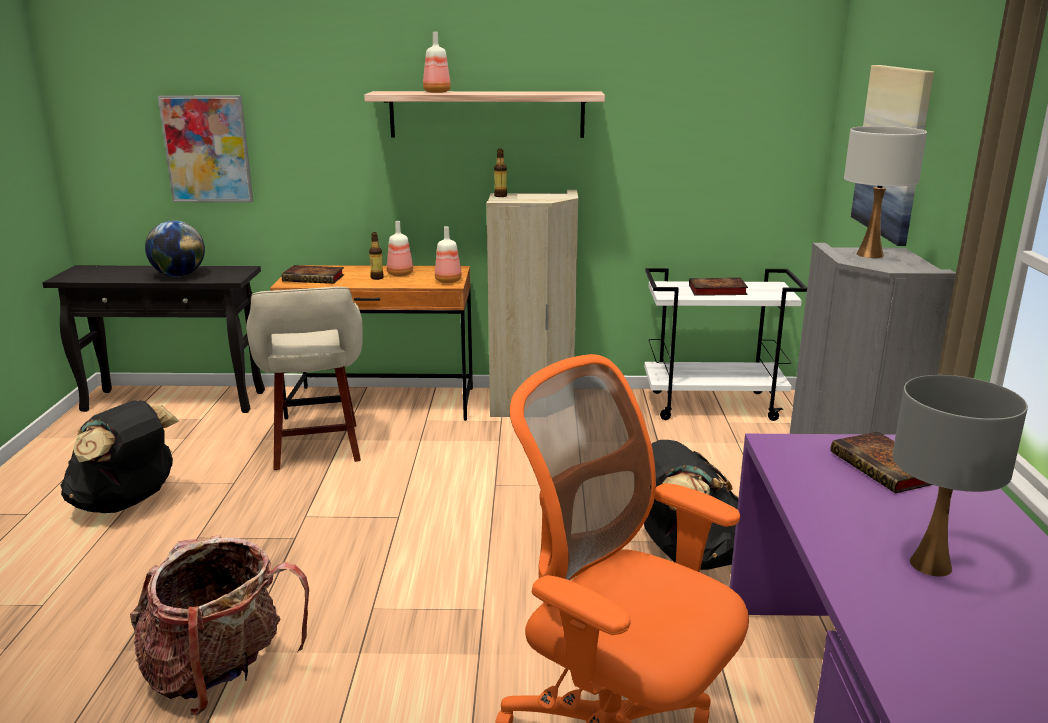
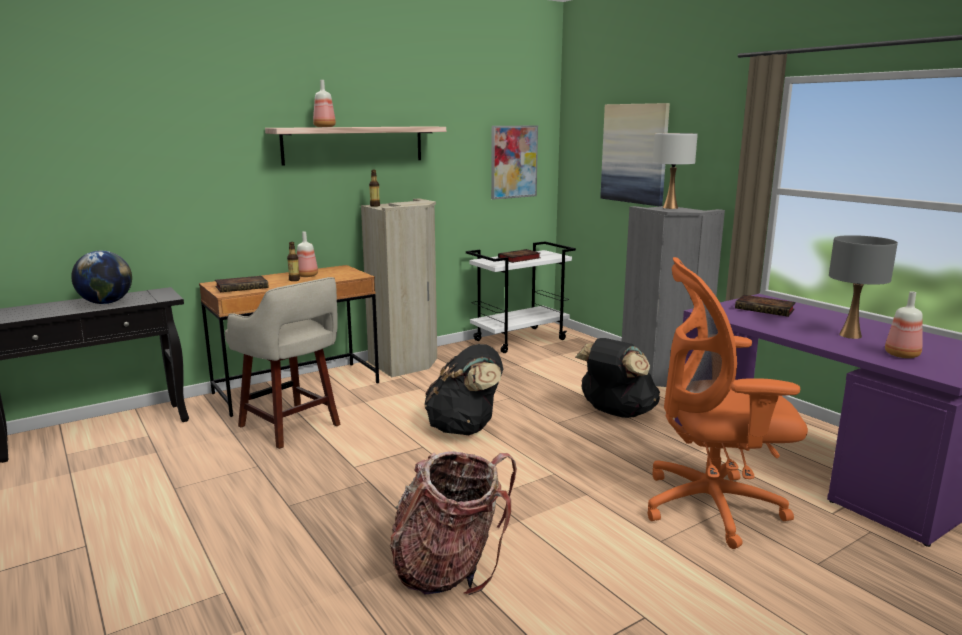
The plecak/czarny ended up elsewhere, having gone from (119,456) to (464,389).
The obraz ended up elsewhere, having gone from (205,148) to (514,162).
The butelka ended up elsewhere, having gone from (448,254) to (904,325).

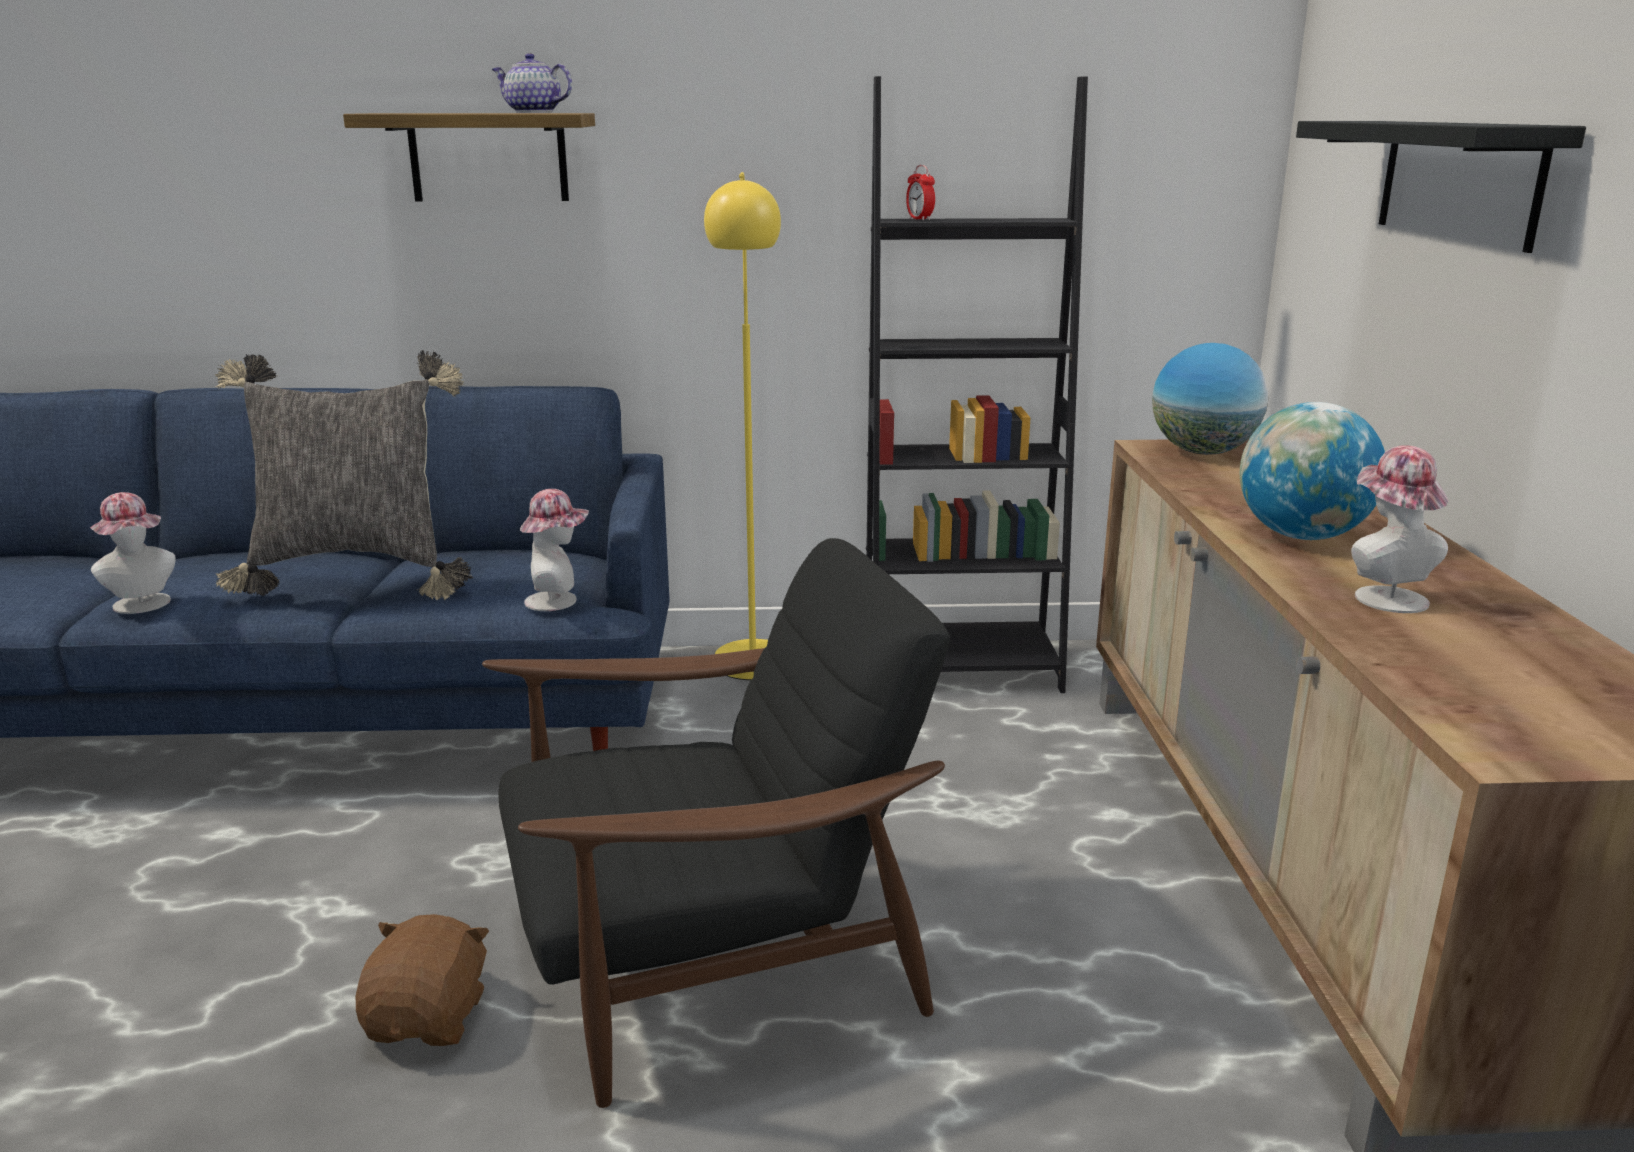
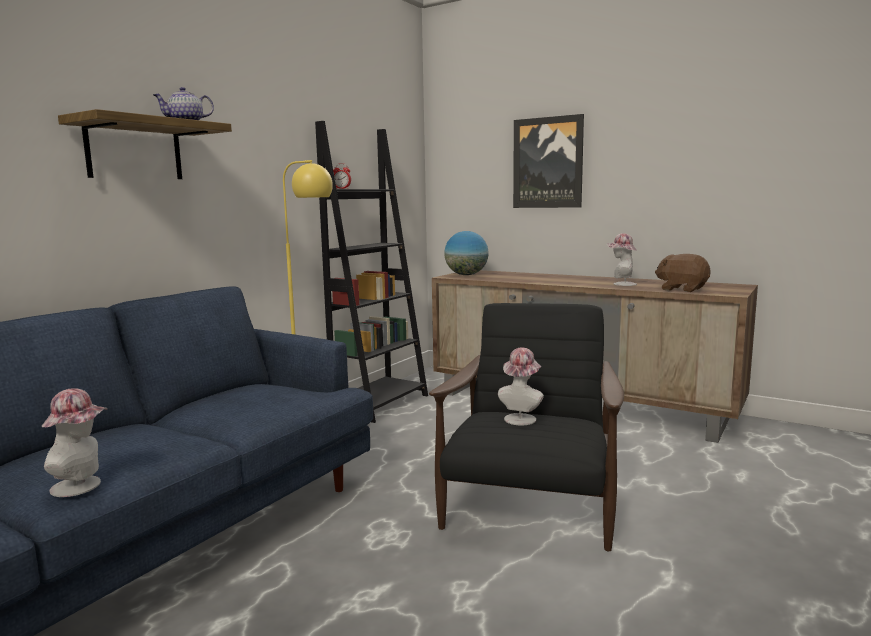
The kapelusz ended up elsewhere, having gone from (554,550) to (521,386).
Where the półka/czarny hung at (1441,187), the obraz came to hang at (548,161).
The pluszak/brązowy ended up elsewhere, having gone from (422,980) to (683,273).
The second view lost the poduszka at (343,475).
The second view lost the globus at (1312,471).

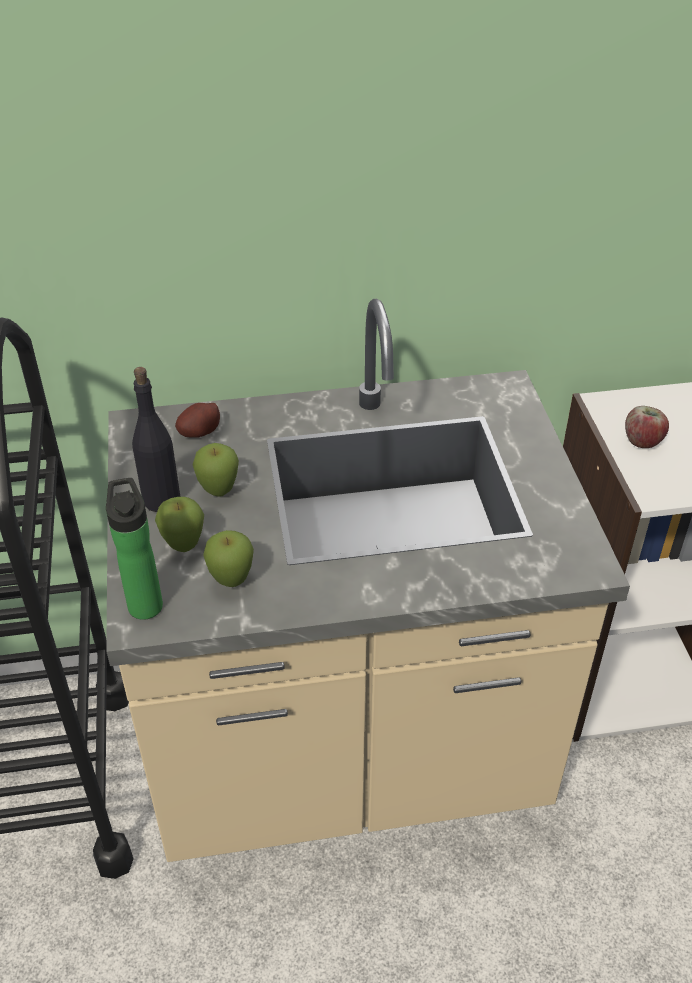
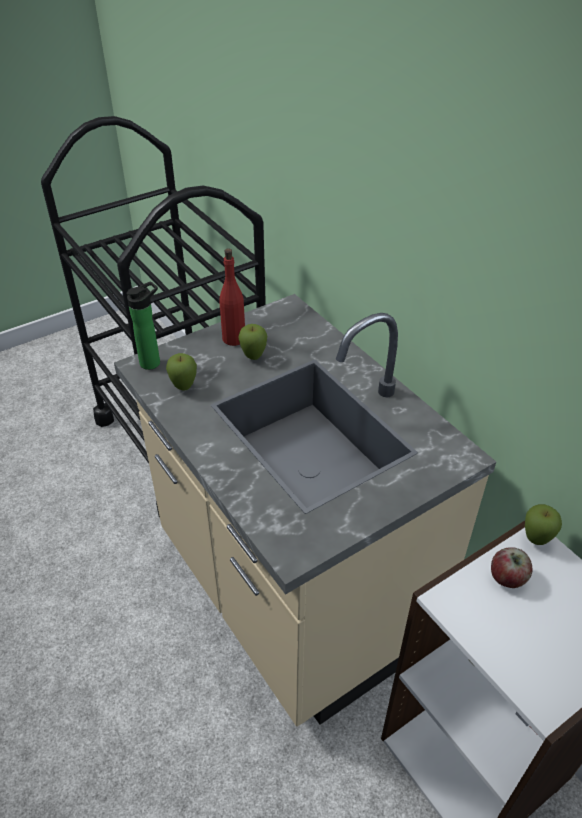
What was the butelka/czarny at (156,439) turned into the butelka/czerwony at (232,297).
The jabłko ended up elsewhere, having gone from (179,524) to (543,524).
The second view lost the ziemniak at (197,420).

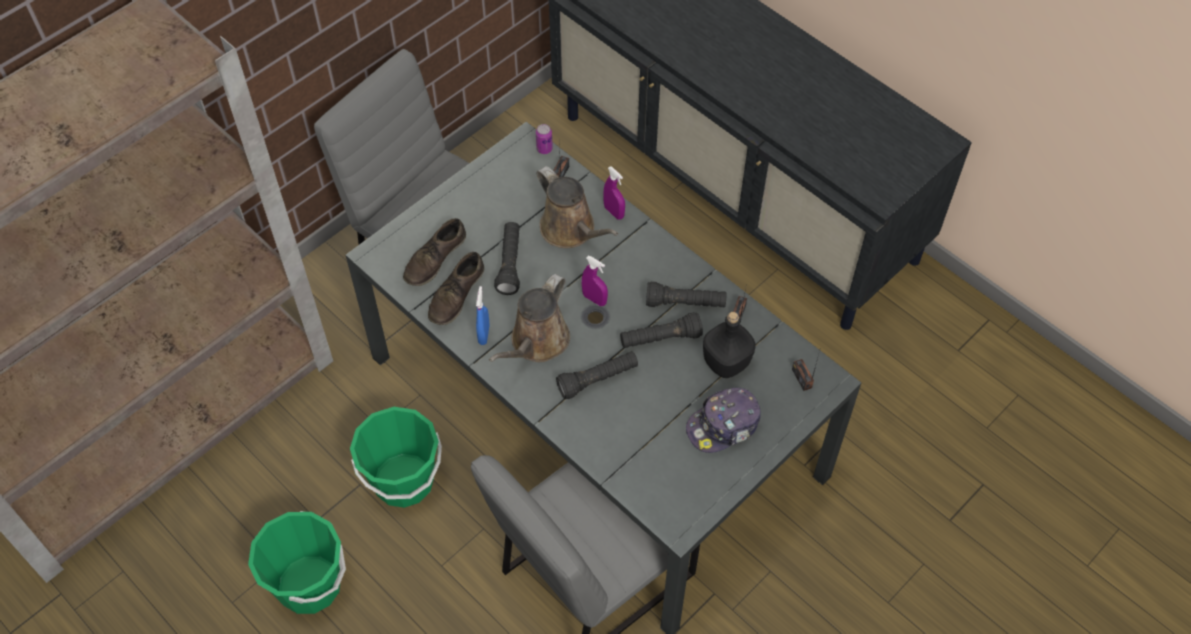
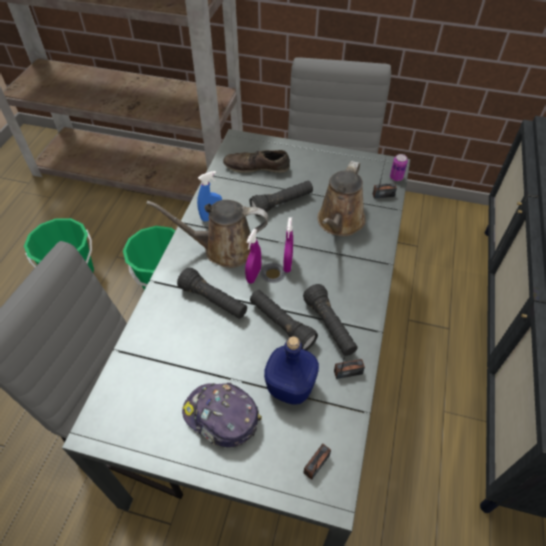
The spryskiwacz/fioletowy ended up elsewhere, having gone from (614,193) to (253,256).
What was the butelka/czarny at (729,345) turned into the butelka/niebieski at (291,370).
The second view lost the but/brązowy at (456,288).

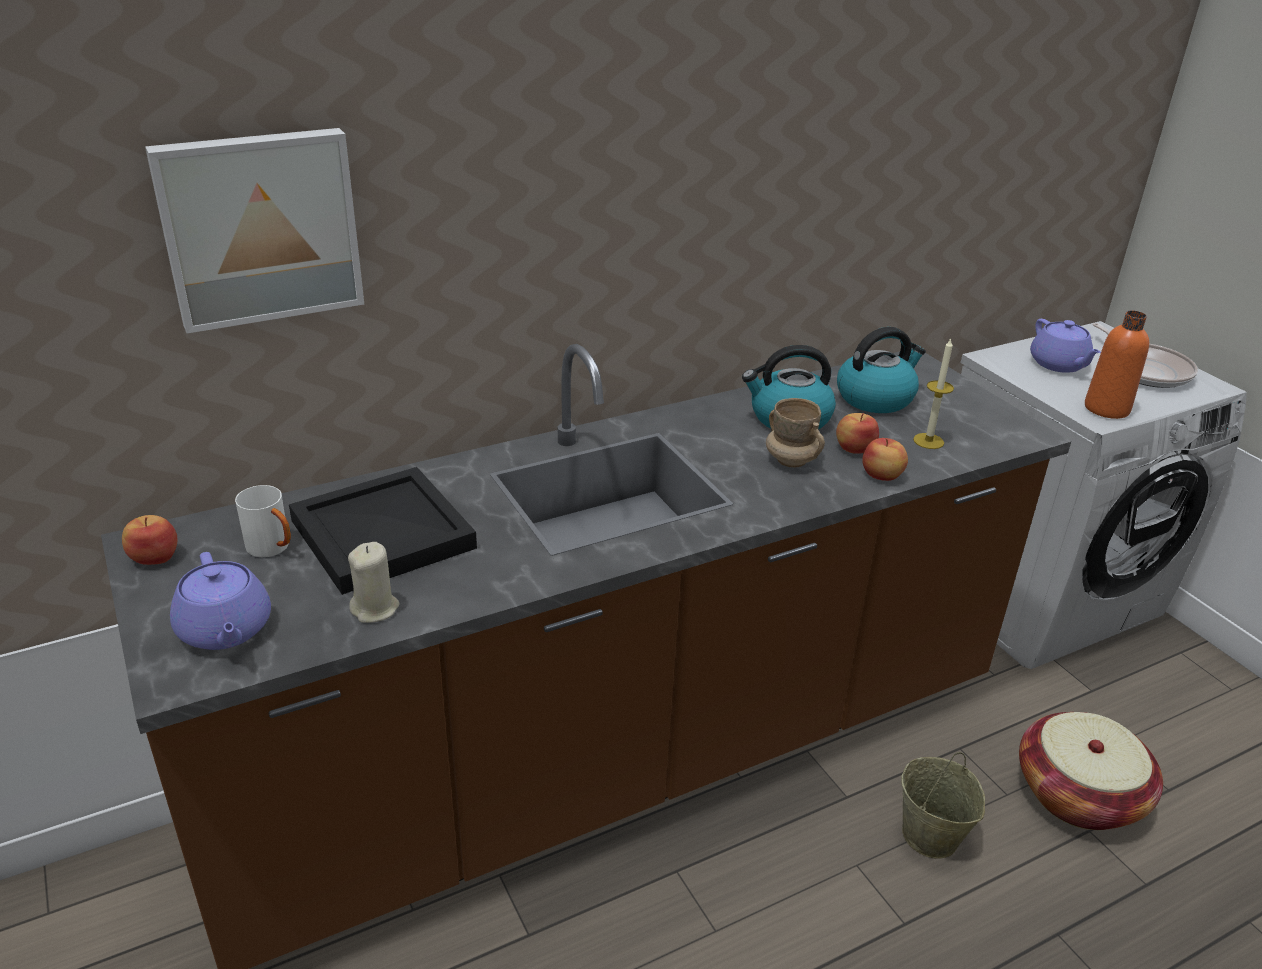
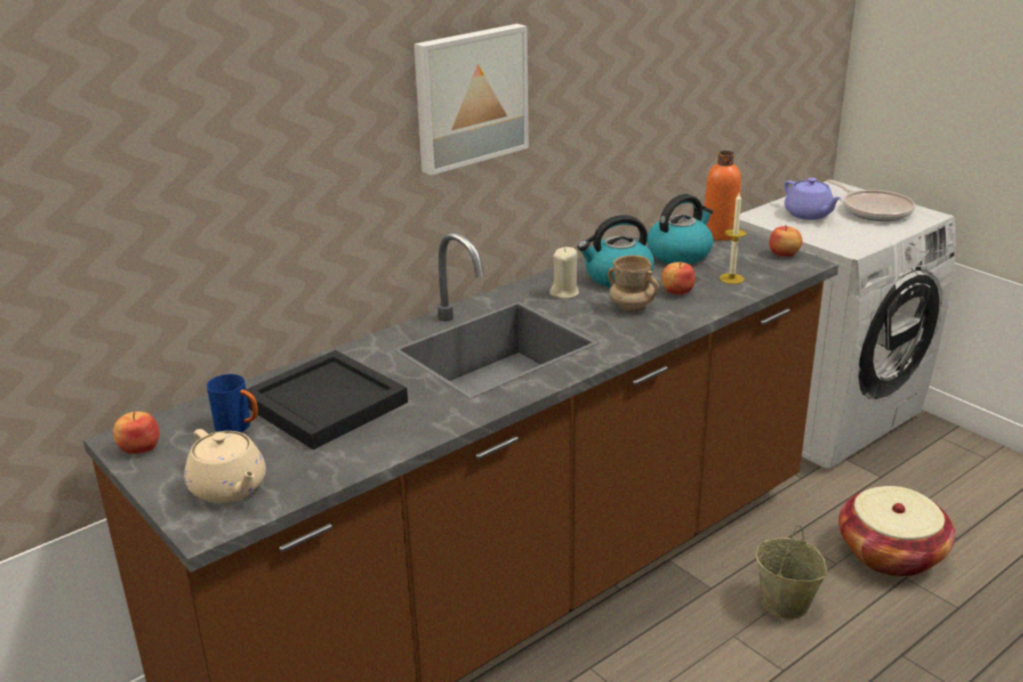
What was the imbryk/fioletowy at (220,601) turned into the imbryk/beżowy at (225,466).
What was the kubek/biały at (263,521) turned into the kubek/niebieski at (232,403).
The obraz ended up elsewhere, having gone from (254,231) to (471,99).
The świeca/beżowy ended up elsewhere, having gone from (374,582) to (564,273).
The butelka/pomarańczowy ended up elsewhere, having gone from (1117,364) to (722,196).
The jabłko ended up elsewhere, having gone from (885,459) to (785,241).

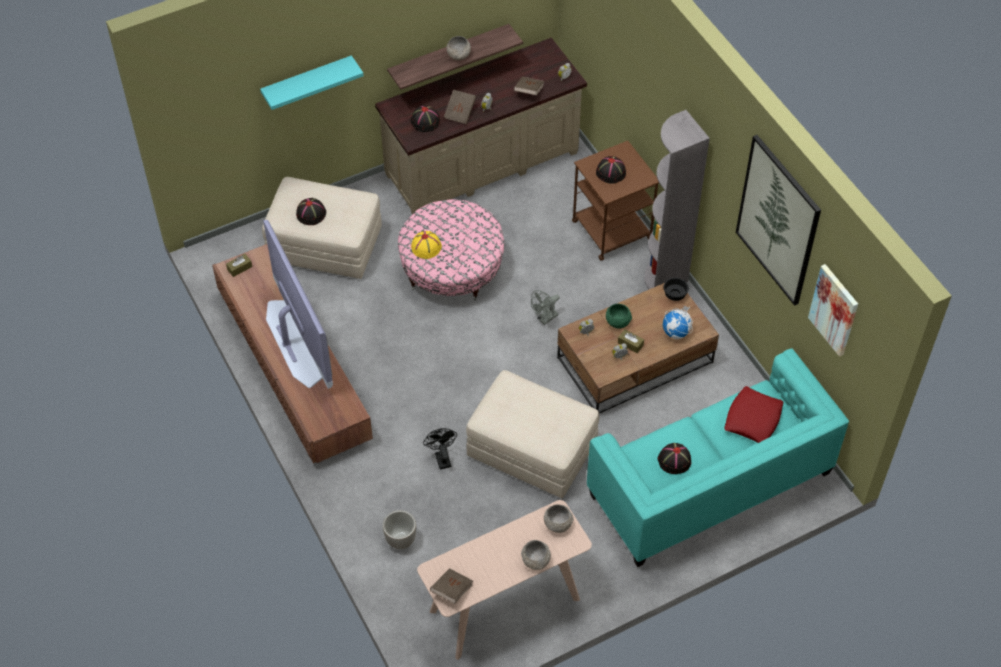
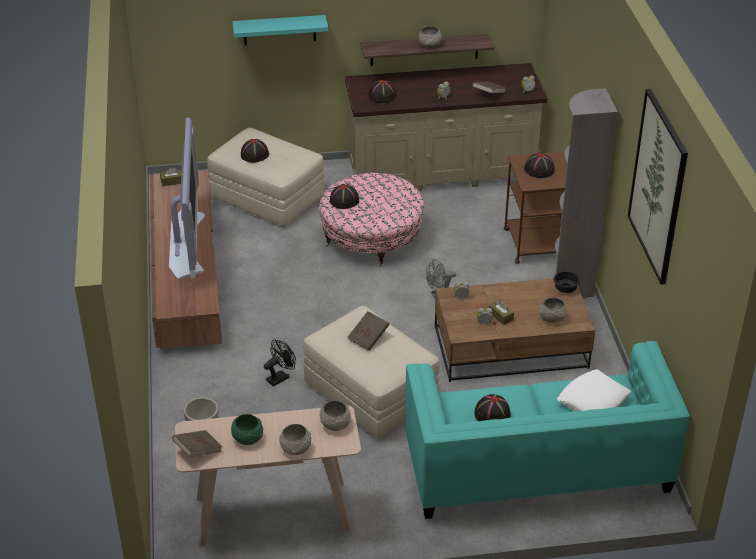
The miska/zielony ended up elsewhere, having gone from (619,316) to (247,429).
The wentylator/czarny at (440,449) ended up facing another way, 45 degrees clockwise from before.
What was the kapelusz/żółty at (426,245) turned into the kapelusz/czarny at (344,196).
The książka/brązowy ended up elsewhere, having gone from (460,107) to (369,331).
Where the globus stood at (678,322), the miska/szary came to stand at (553,310).
What was the poduszka/czerwony at (753,414) turned into the poduszka/biały at (594,390).
The second view lost the obraz at (833,310).

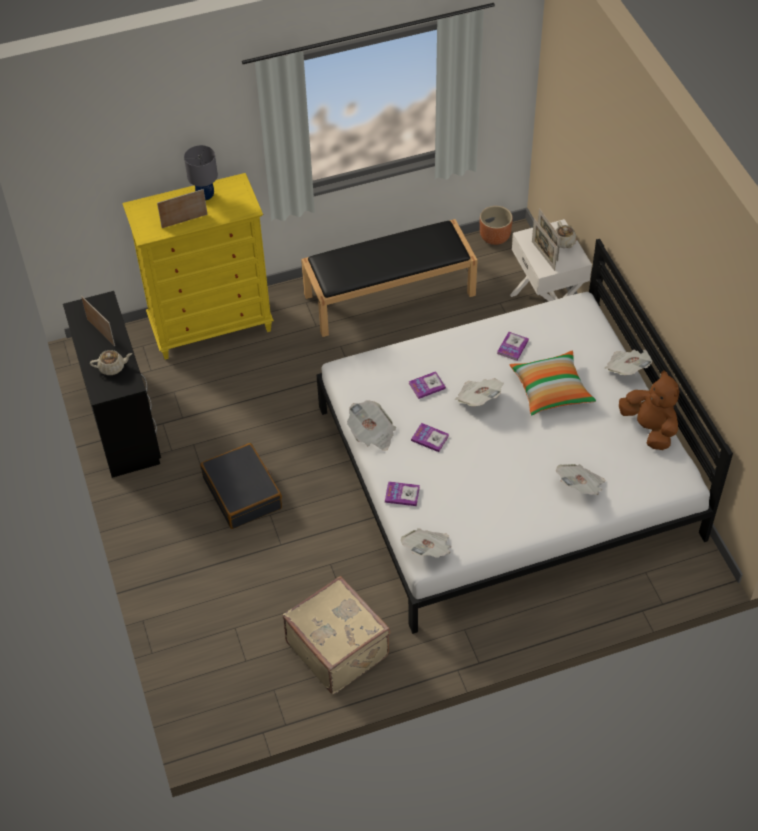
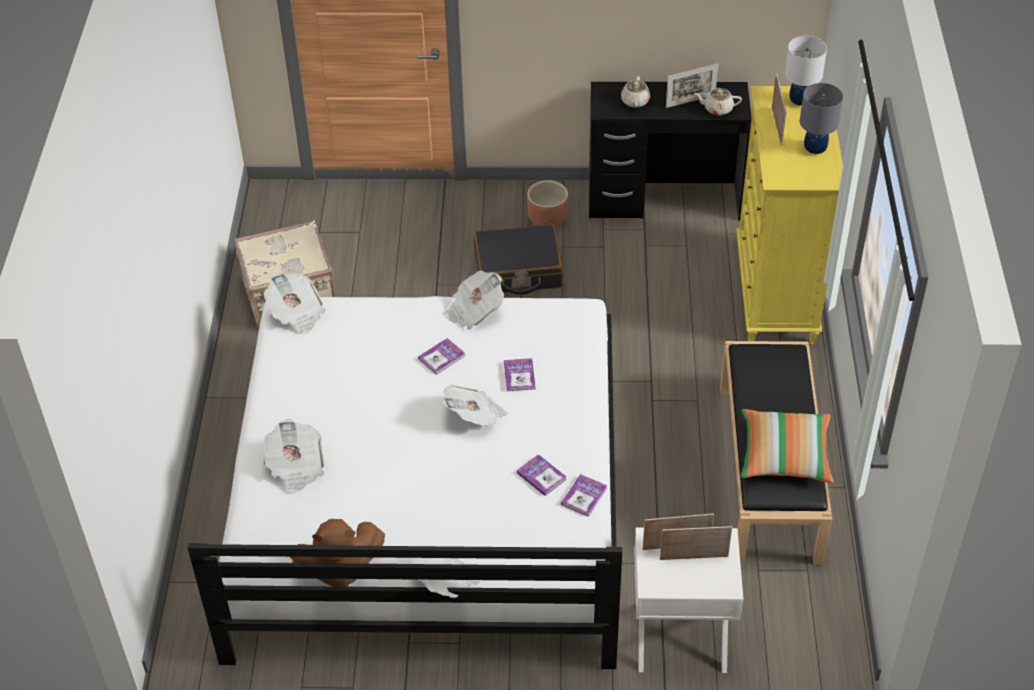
The donica/brązowy ended up elsewhere, having gone from (496,225) to (547,203).
The książka ended up elsewhere, having gone from (402,493) to (584,495).
The imbryk/beżowy ended up elsewhere, having gone from (566,234) to (718,102).
The poduszka ended up elsewhere, having gone from (553,383) to (787,446).
The second view gained the lampa stołowa/biały at (806,71).

